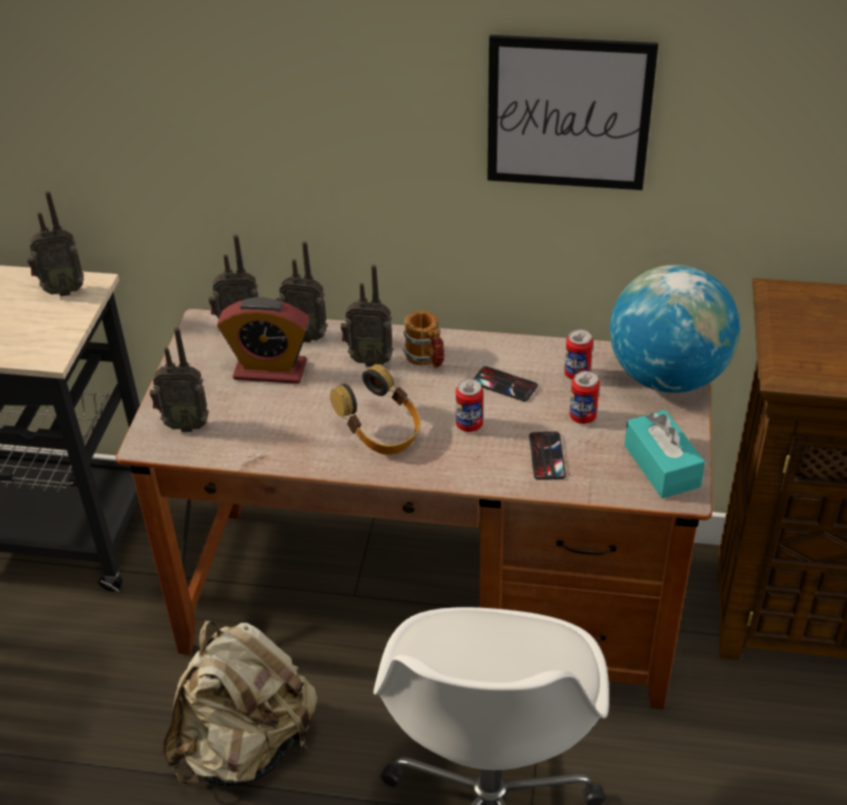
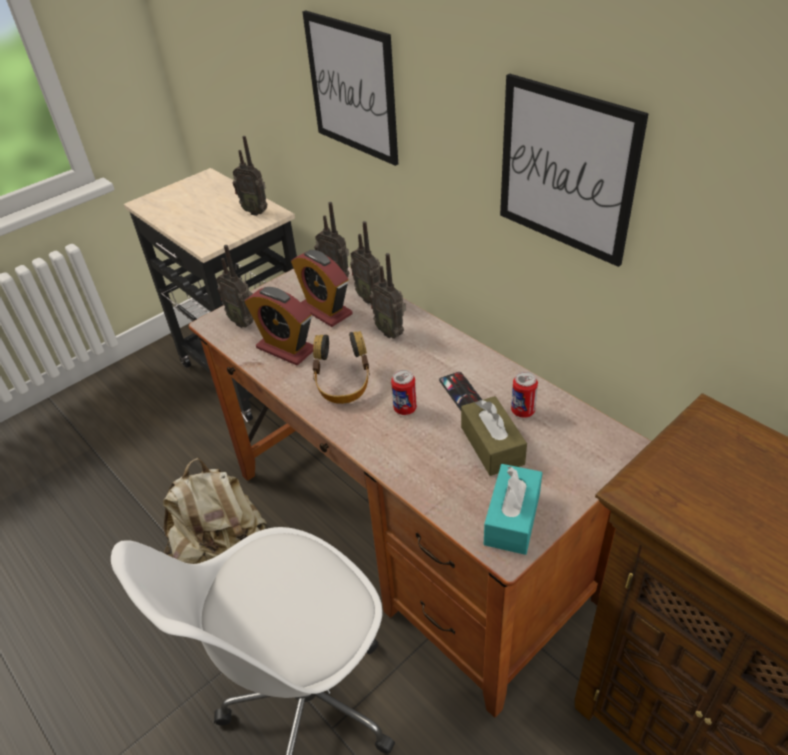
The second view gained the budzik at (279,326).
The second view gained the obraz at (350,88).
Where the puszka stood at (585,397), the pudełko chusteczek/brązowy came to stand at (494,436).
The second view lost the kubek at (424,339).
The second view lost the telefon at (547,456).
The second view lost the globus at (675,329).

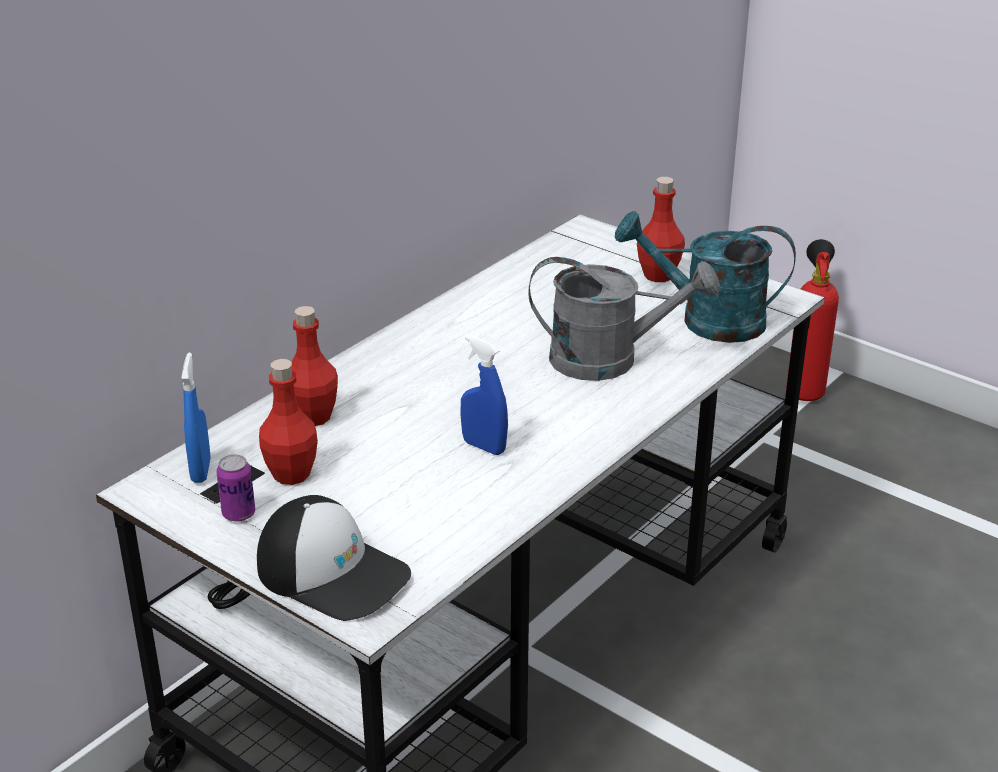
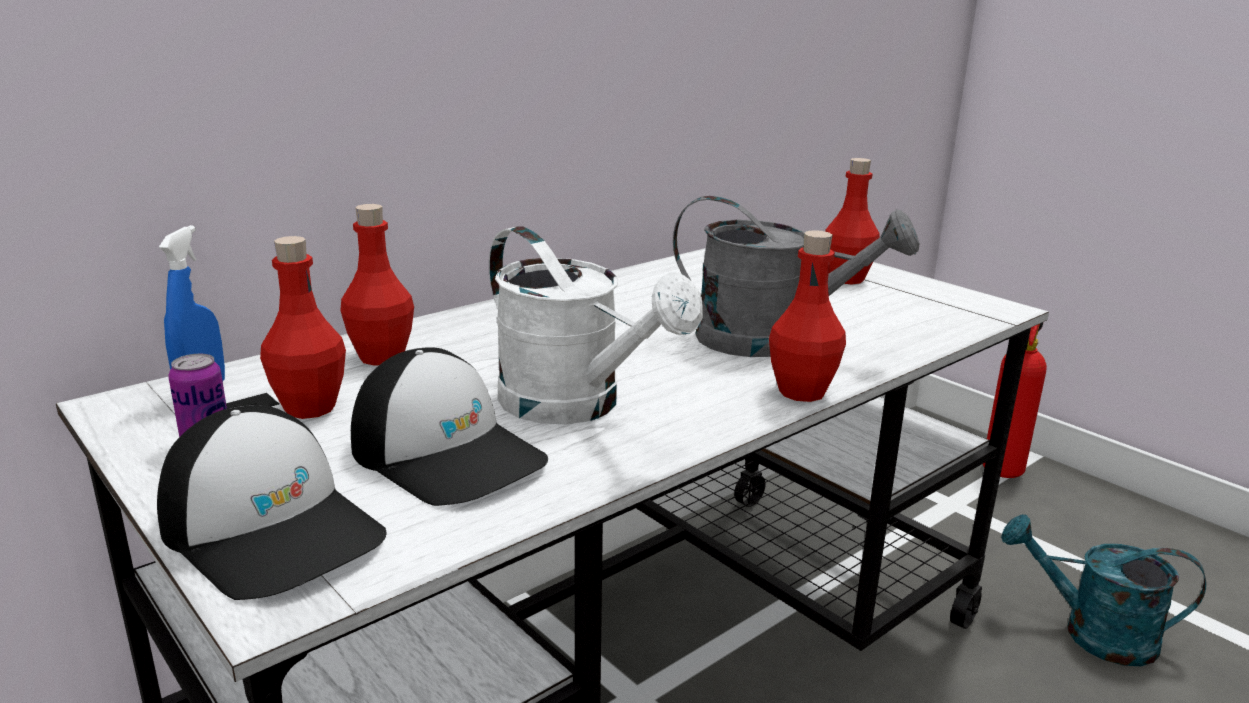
The second view gained the czapka z daszkiem at (449,426).
Where the spryskiwacz/niebieski stood at (484,395), the konewka/biały came to stand at (596,325).
The second view gained the butelka/czerwony at (807,316).
The konewka/turkusowy ended up elsewhere, having gone from (705,277) to (1103,590).

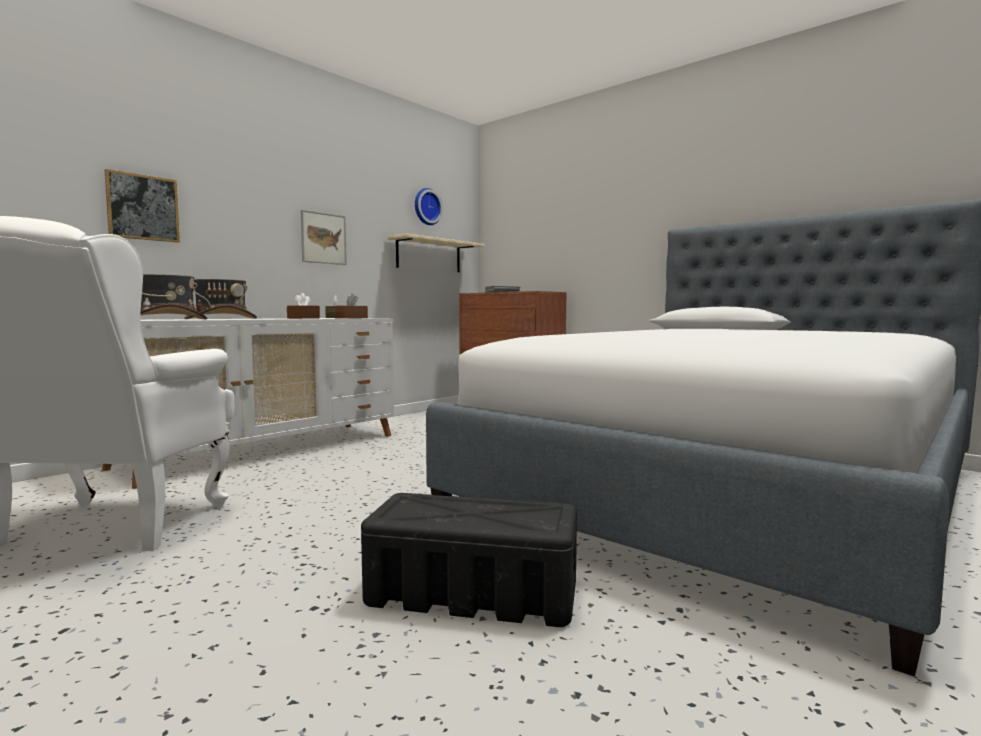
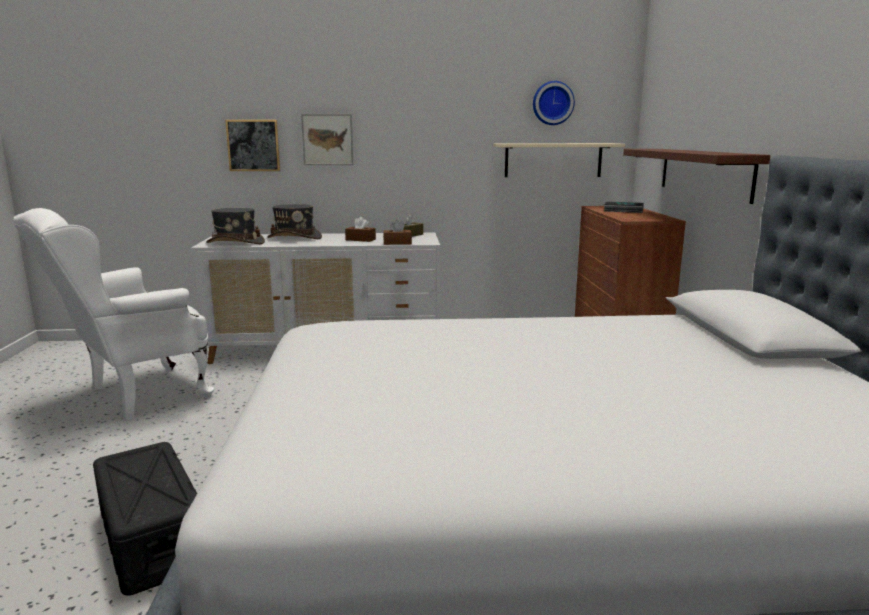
The obraz ended up elsewhere, having gone from (323,237) to (327,139).
The second view gained the półka/brązowy at (696,176).

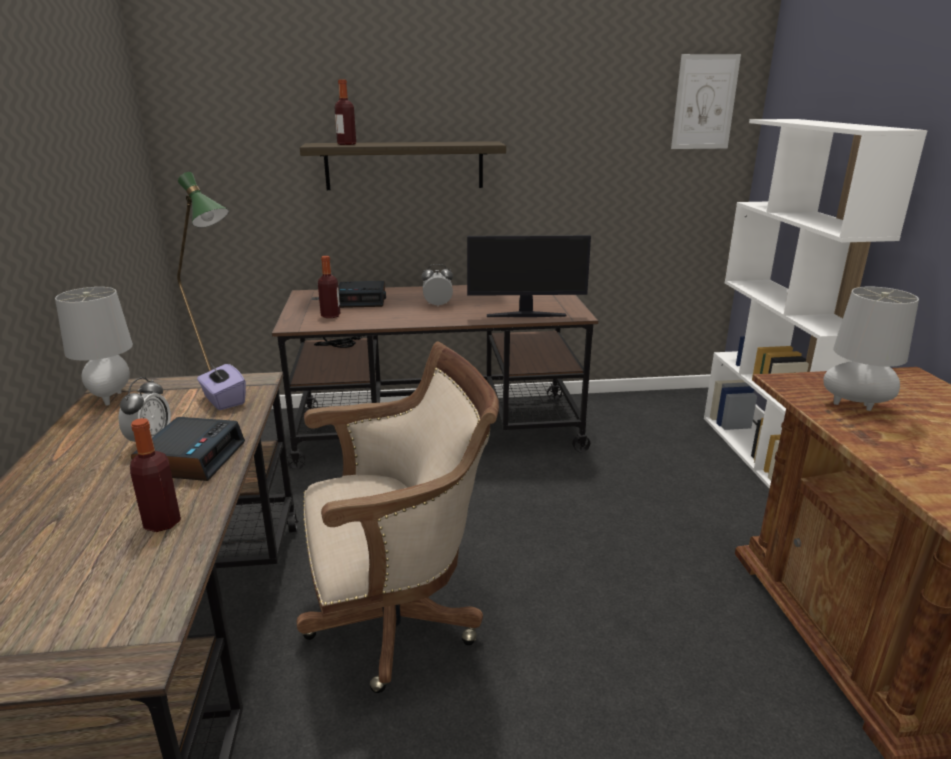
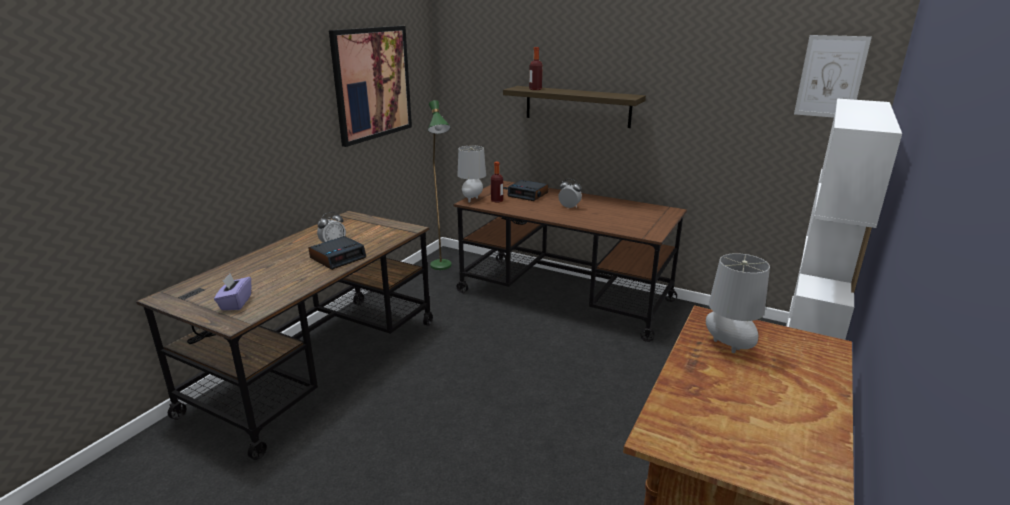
The pudełko chusteczek/fioletowy ended up elsewhere, having gone from (221,386) to (232,292).
The second view gained the obraz at (370,86).
The lampa stołowa/szary ended up elsewhere, having gone from (94,346) to (471,173).
The second view lost the butelka at (155,475).
The second view lost the krzesło biurowe at (397,517).
The second view lost the monitor at (529,276).

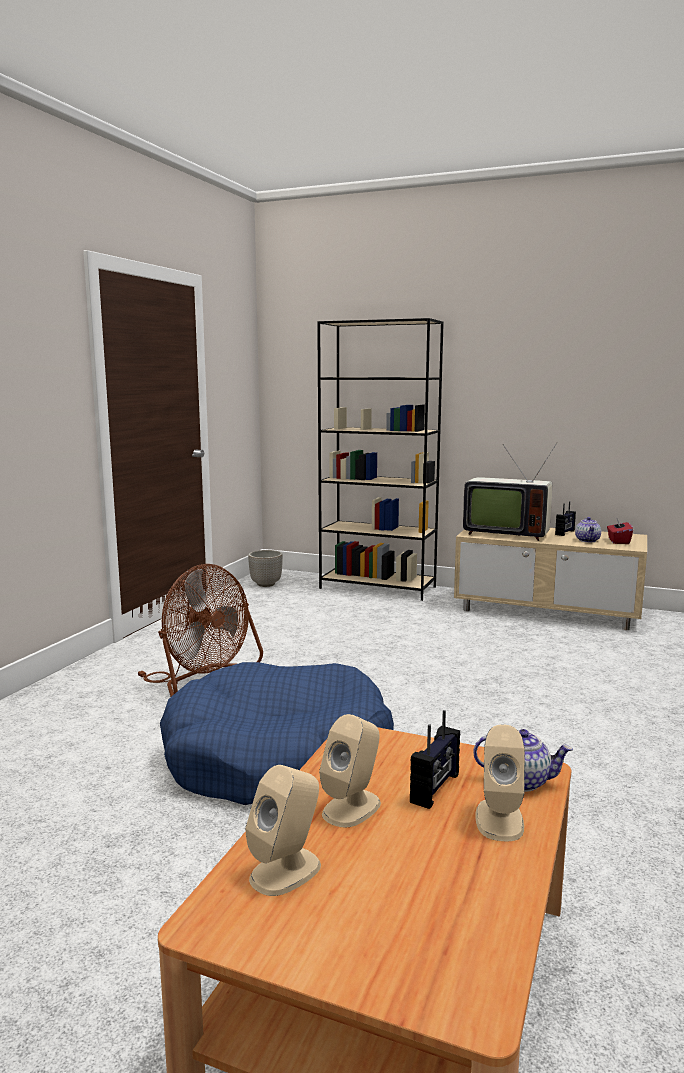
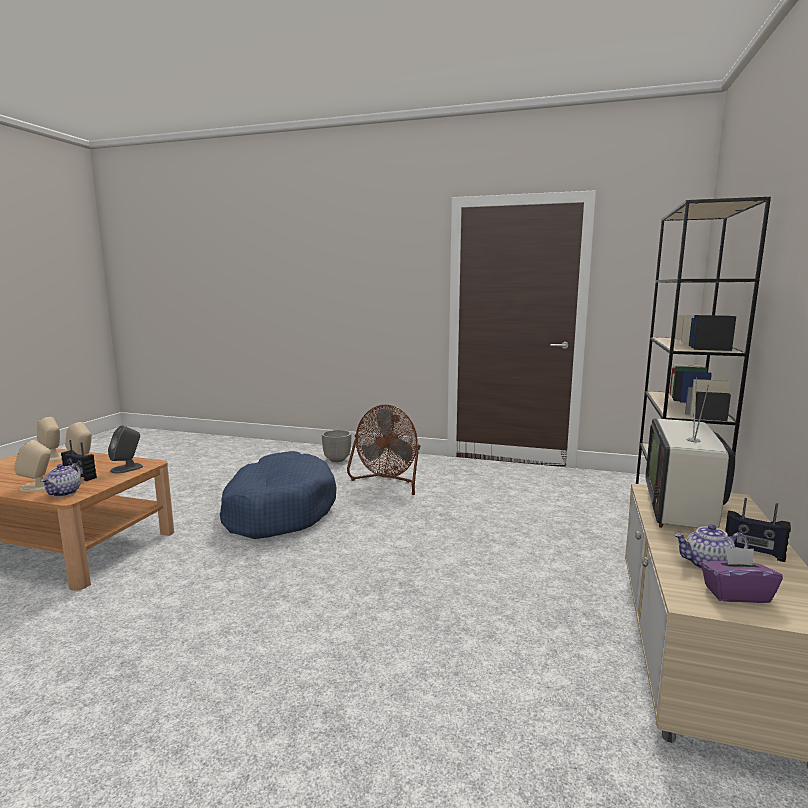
The second view gained the głośnik/szary at (125,449).
The donica ended up elsewhere, having gone from (265,568) to (336,446).
What was the pudełko chusteczek/czerwony at (620,531) turned into the pudełko chusteczek/fioletowy at (742,575).

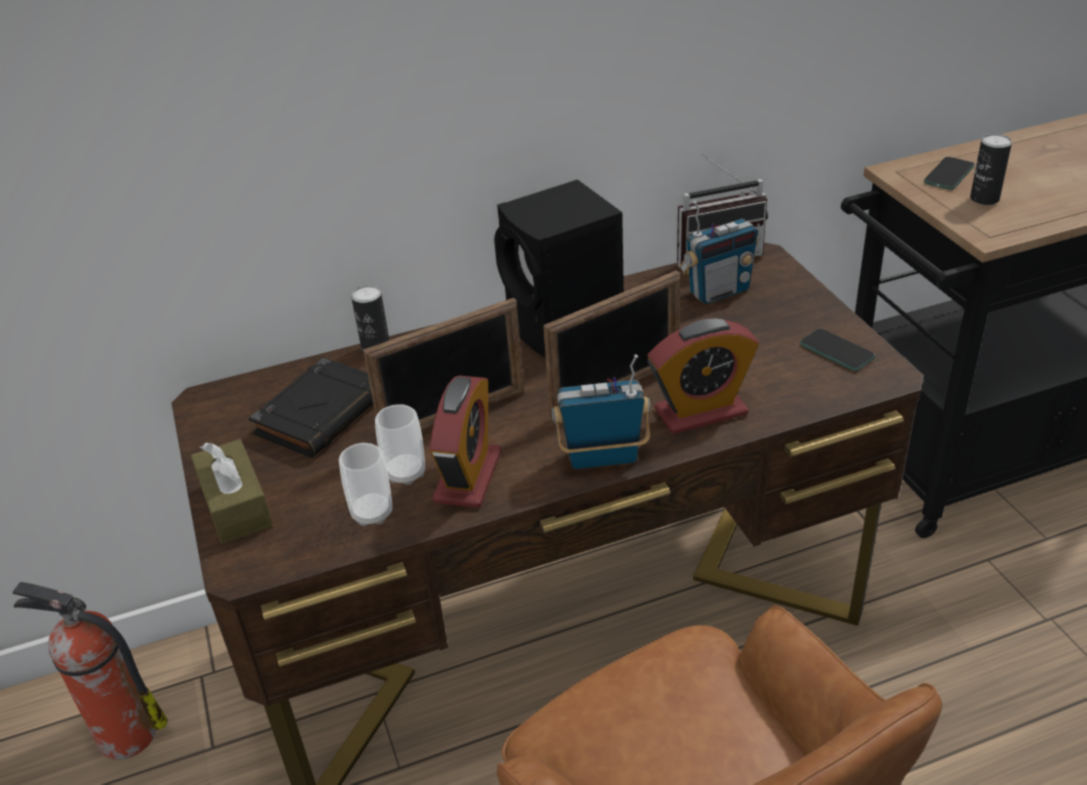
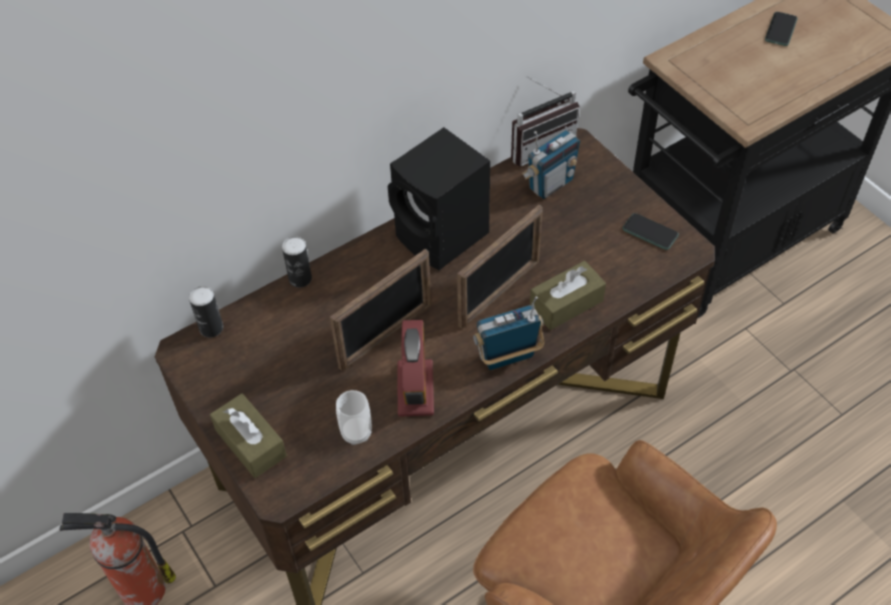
The puszka ended up elsewhere, having gone from (991,169) to (206,312).
Where the budzik stood at (703,376), the pudełko chusteczek/brązowy came to stand at (568,295).
The telefon ended up elsewhere, having gone from (949,173) to (781,29).
The second view lost the książka/czarny at (311,407).
The second view lost the filiżanka at (400,444).

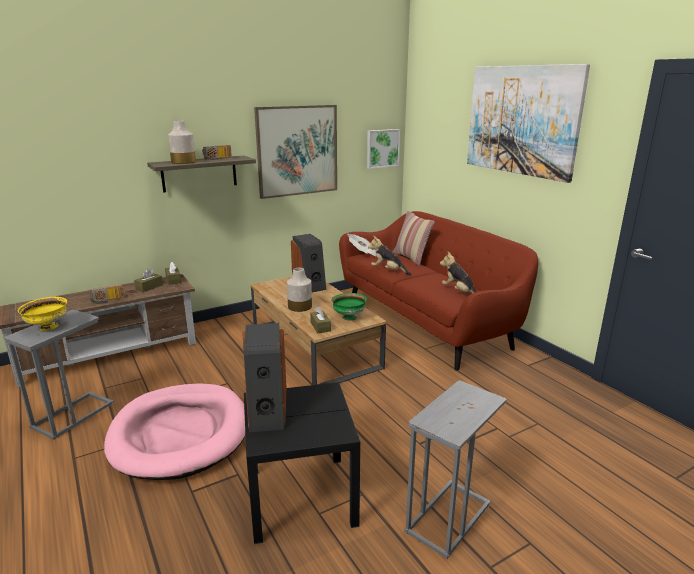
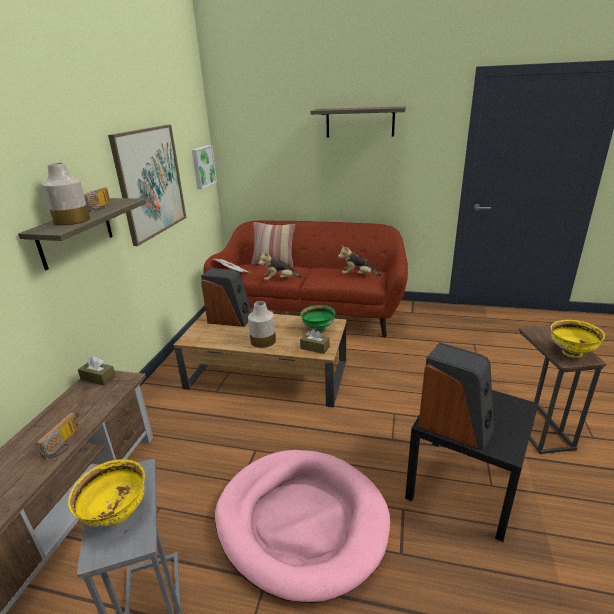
Where the obraz hung at (528,123), the półka came to hang at (358,121).
What was the stolik/szary at (455,469) turned into the stolik/brązowy at (563,389).
The second view gained the miska/żółty at (578,339).
The second view lost the pudełko chusteczek/brązowy at (148,280).

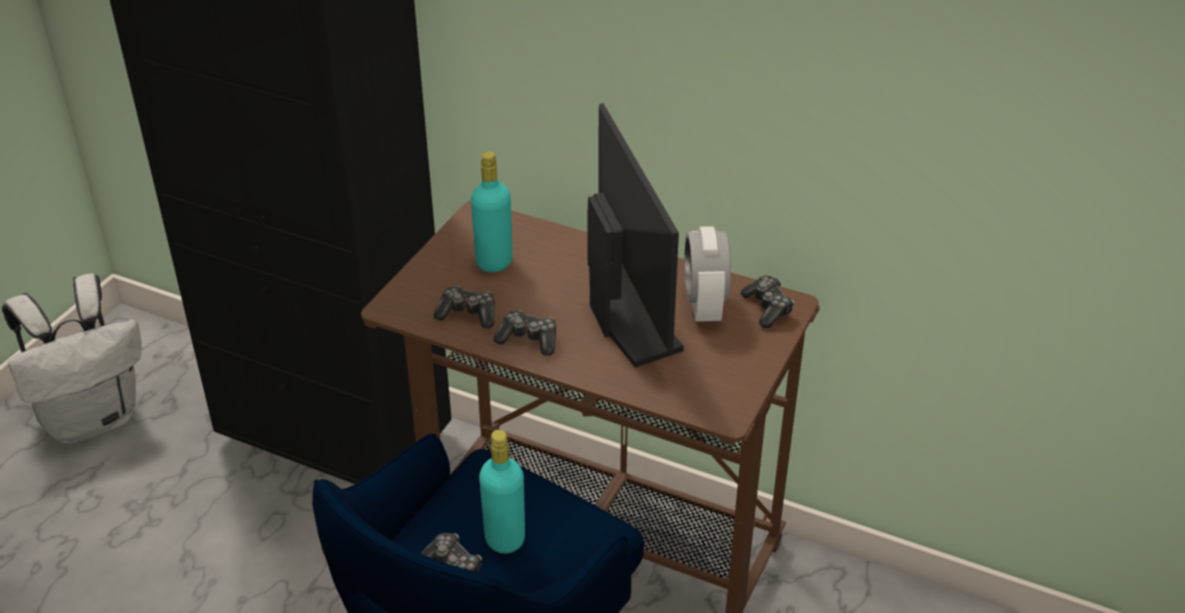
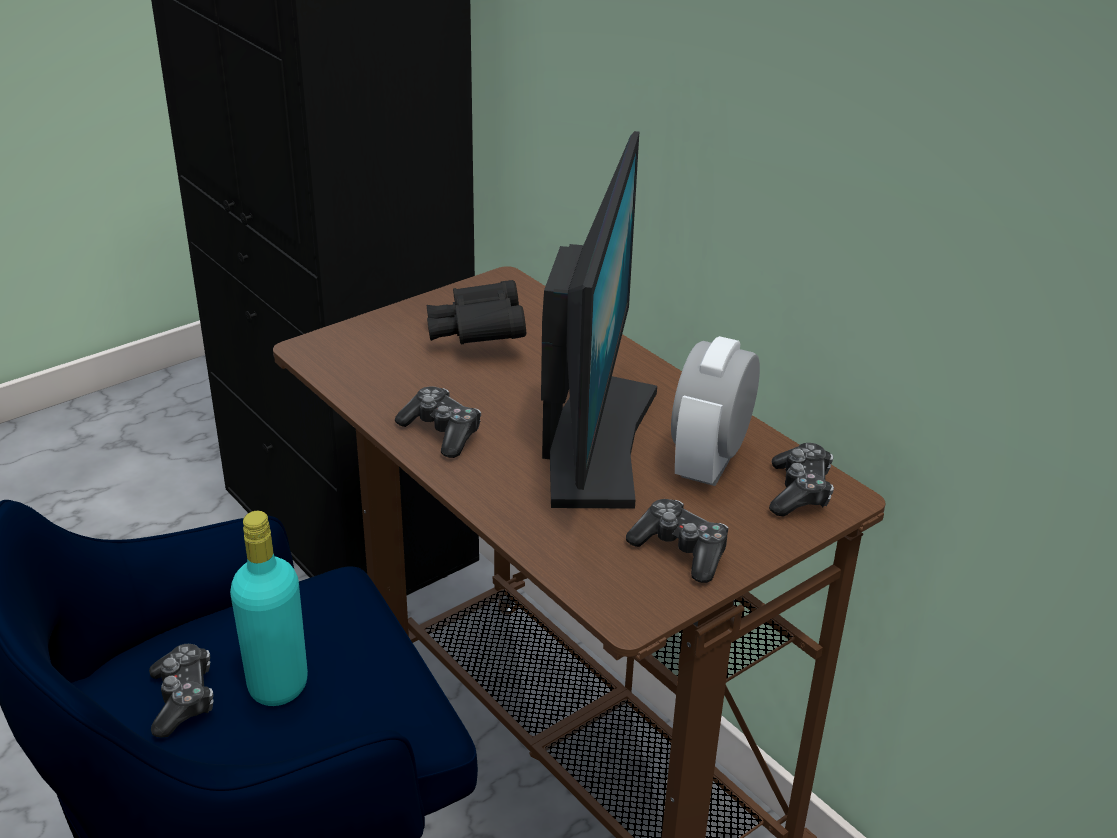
Where the butelka/turkusowy stood at (491,211), the lornetka/czarny came to stand at (476,312).
The pad do gier ended up elsewhere, having gone from (464,307) to (677,541).
The second view lost the plecak/biały at (72,359).

